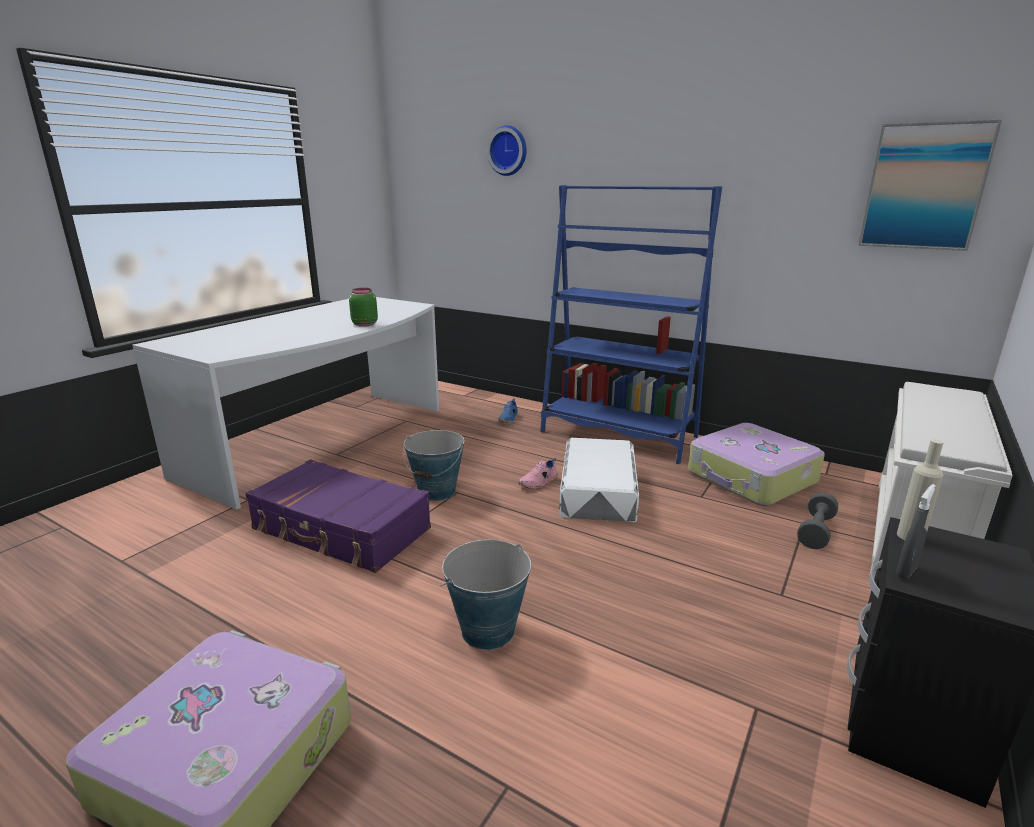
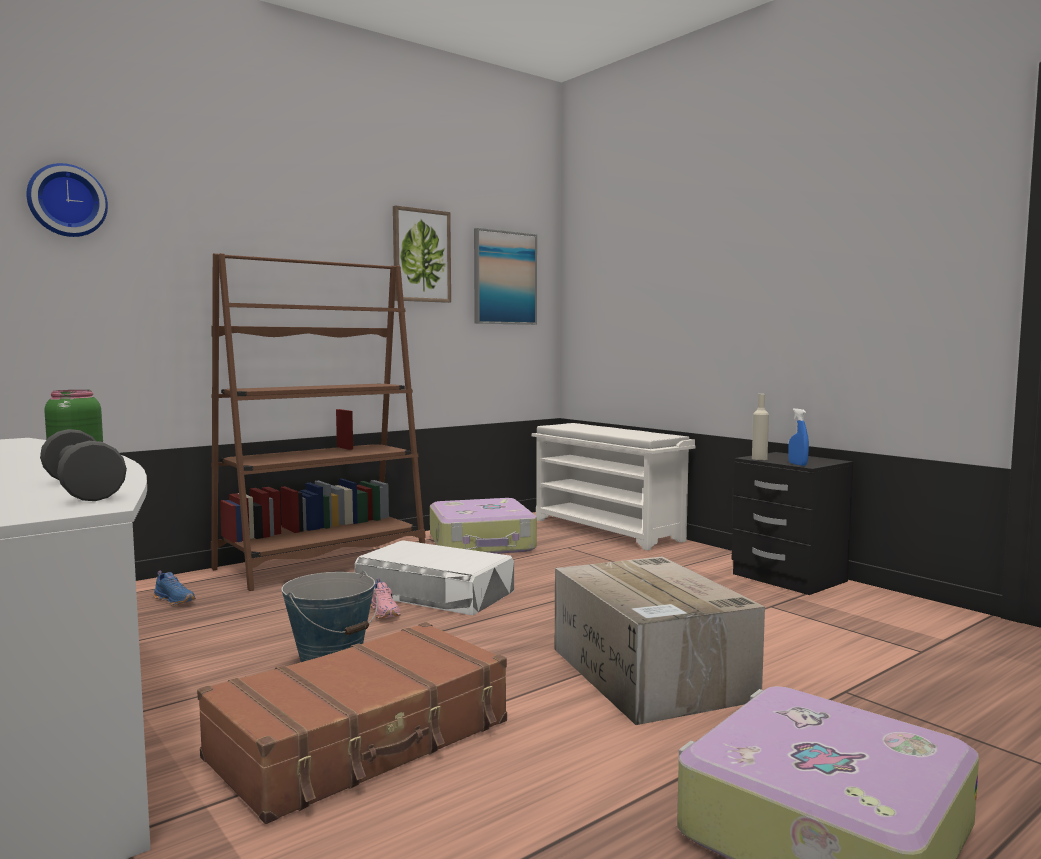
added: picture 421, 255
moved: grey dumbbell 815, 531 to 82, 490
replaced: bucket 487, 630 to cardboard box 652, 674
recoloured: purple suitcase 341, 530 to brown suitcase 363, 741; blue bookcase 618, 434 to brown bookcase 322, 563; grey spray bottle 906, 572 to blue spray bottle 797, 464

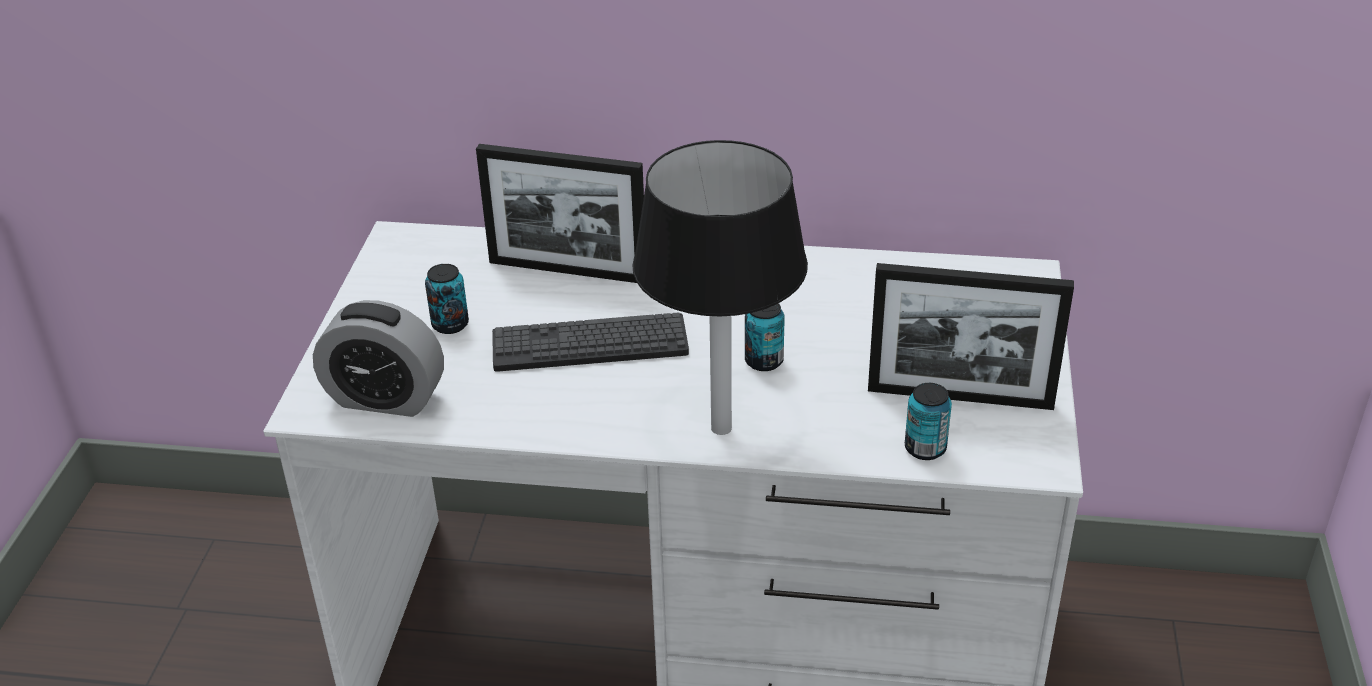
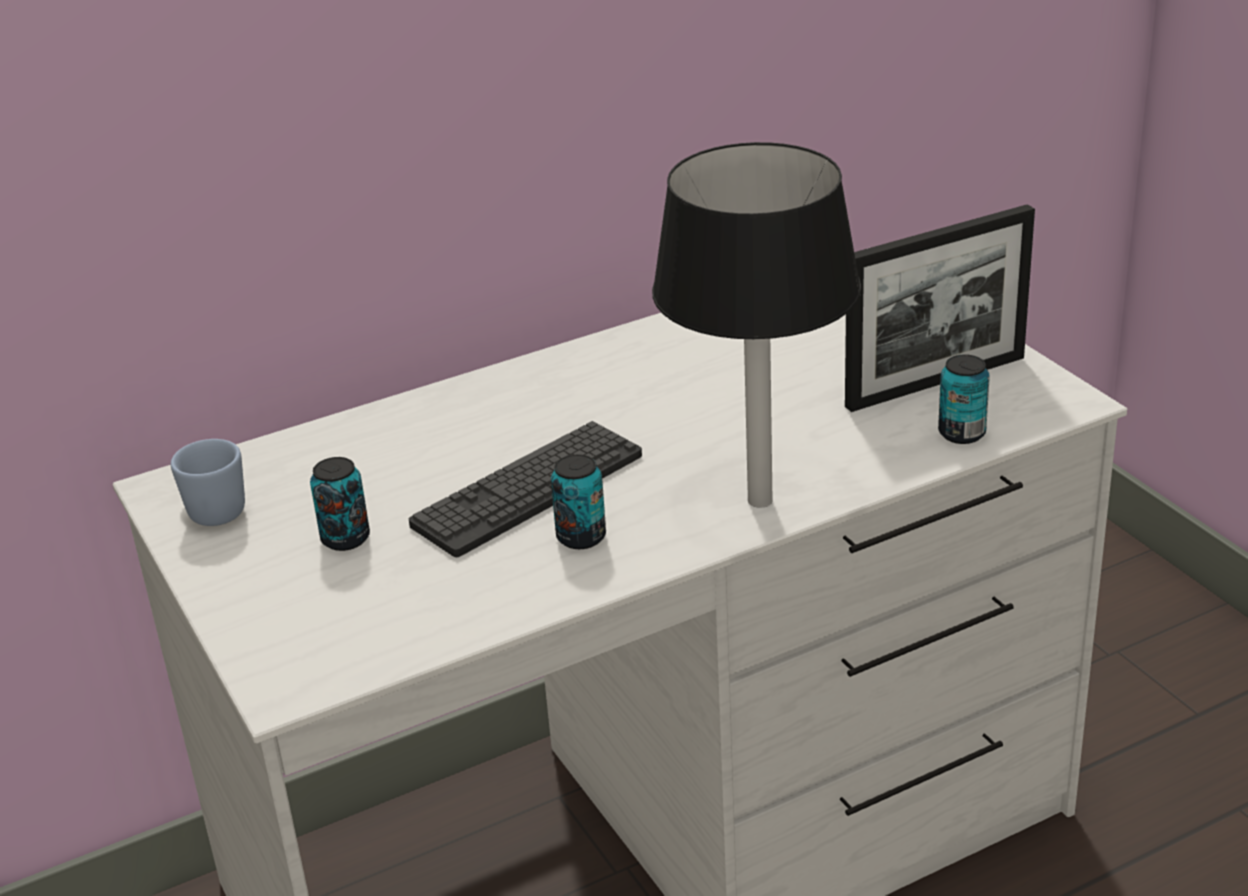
removed: alarm clock 385, 398; picture frame 567, 270
added: blue mug 211, 509
moved: can 764, 361 to 581, 537

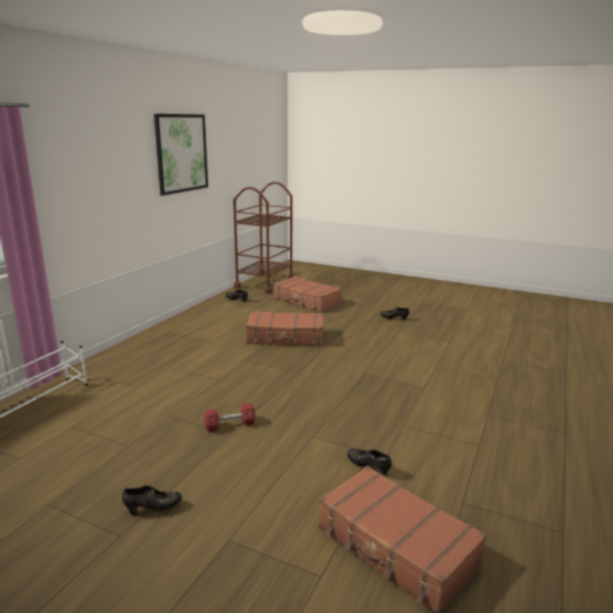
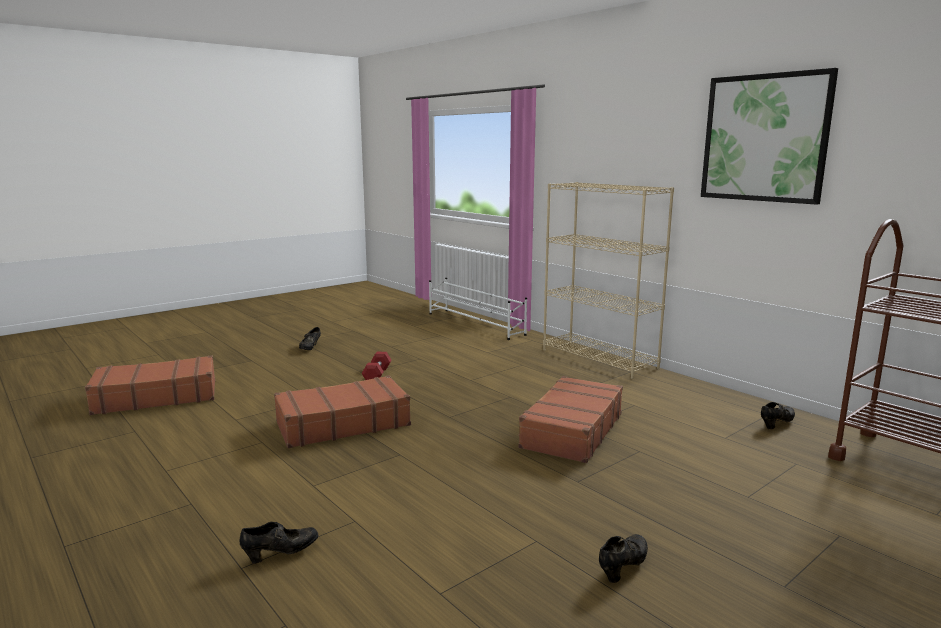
added: beige bookcase 599, 359
moved: brown suitcase 307, 301 to 342, 424; black shoe 368, 467 to 281, 553

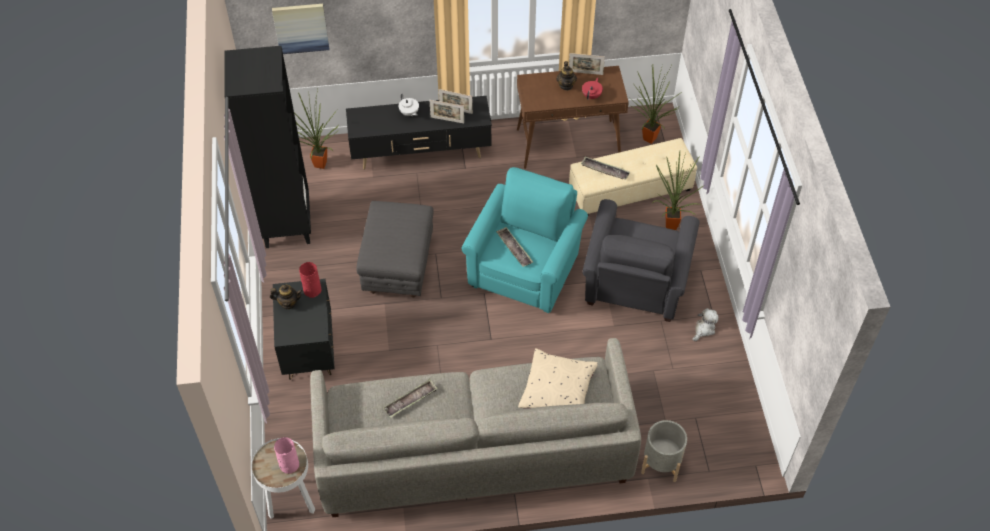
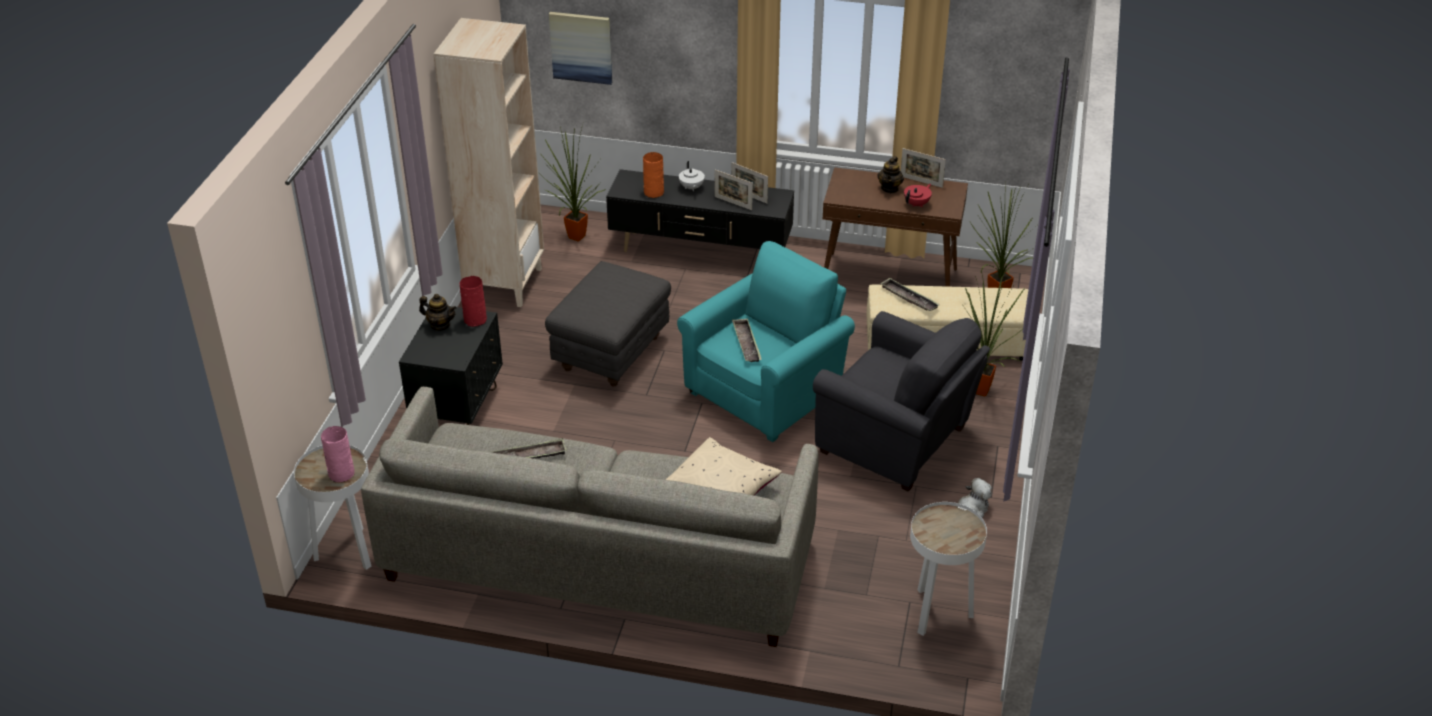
removed: grey planter 661, 462
added: orange vase 653, 192; white side table 937, 614
recoloured: black bookcase 286, 224 to beige bookcase 504, 283
turned: grey armchair 633, 288 = 897, 443 90 degrees counterclockwise

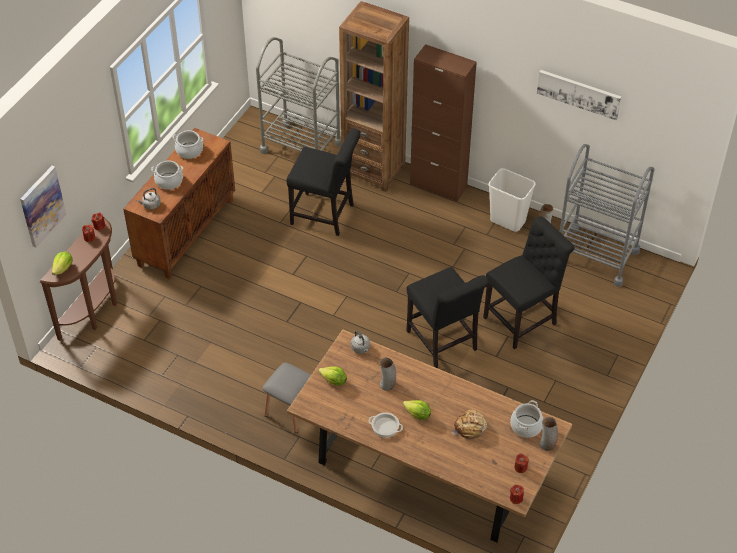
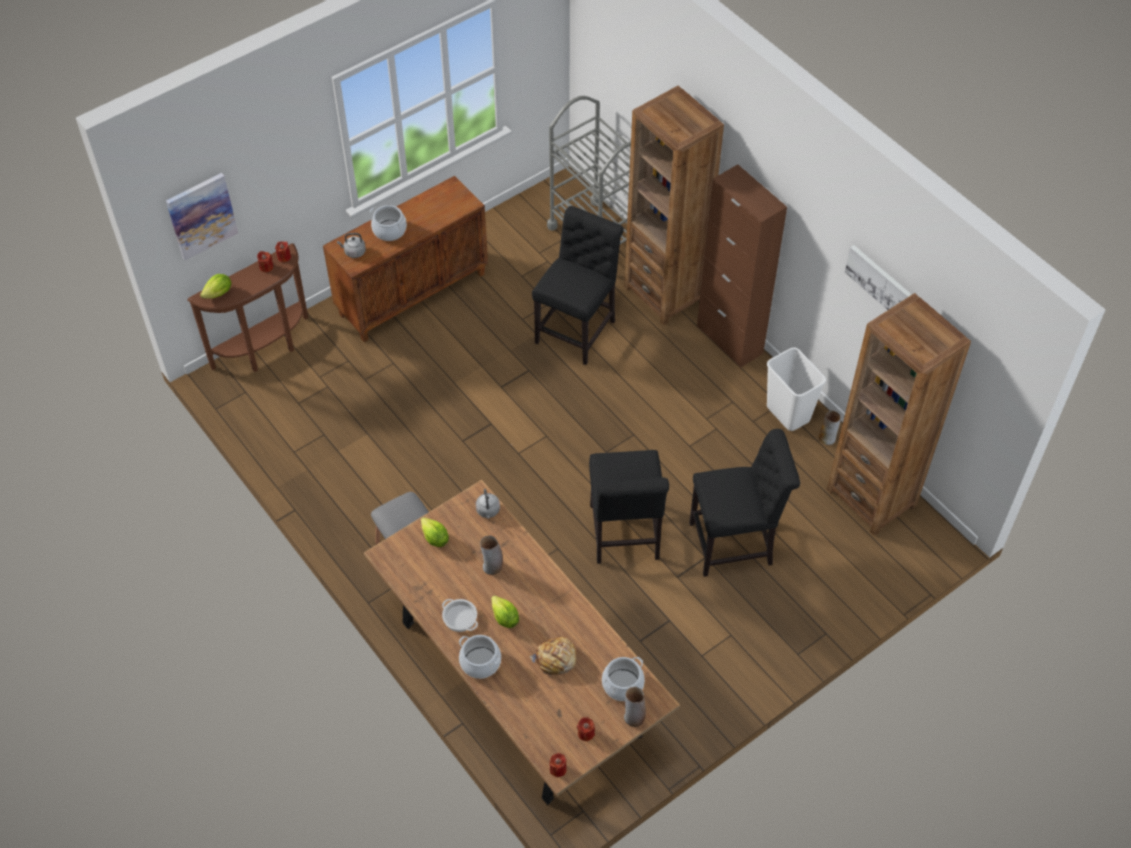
moved: cooking pot 189, 151 to 480, 662
replaced: grey cart 596, 256 to brown bookcase 871, 497
turned: black chair 325, 215 = 578, 329 105 degrees counterclockwise

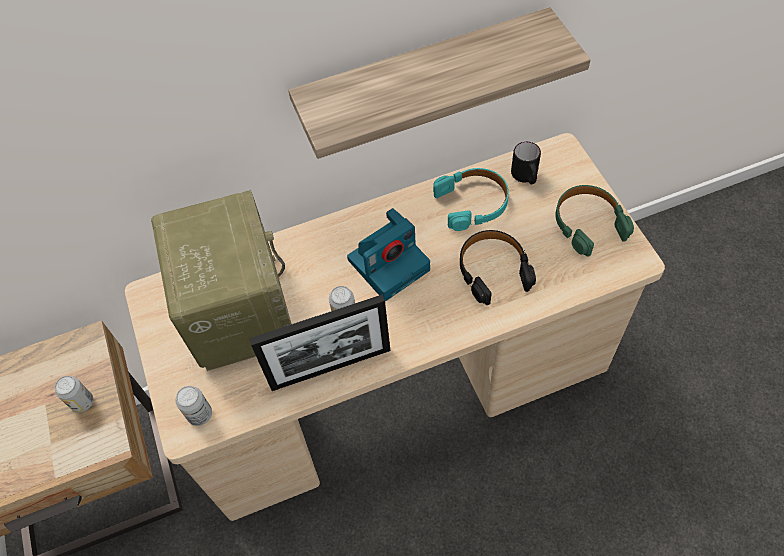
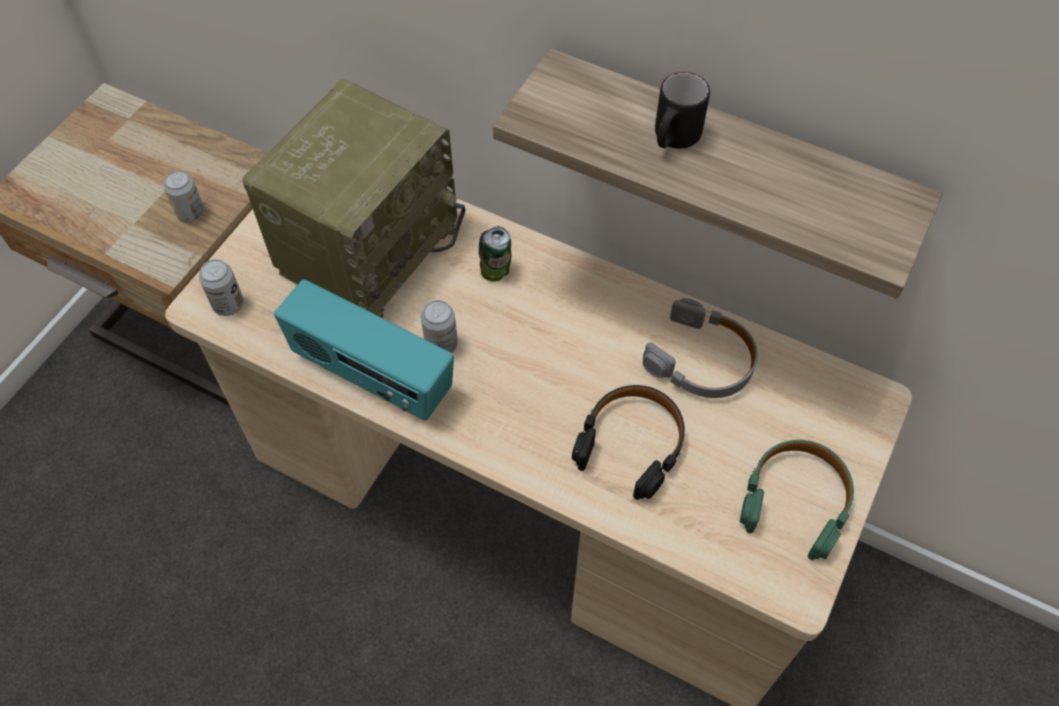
removed: photo camera 389, 263
added: can 496, 272
moved: black mug 525, 177 to 673, 139
replaced: picture frame 330, 367 to radio 371, 376
recoloured: turquoise headphones 473, 203 to grey headphones 702, 360

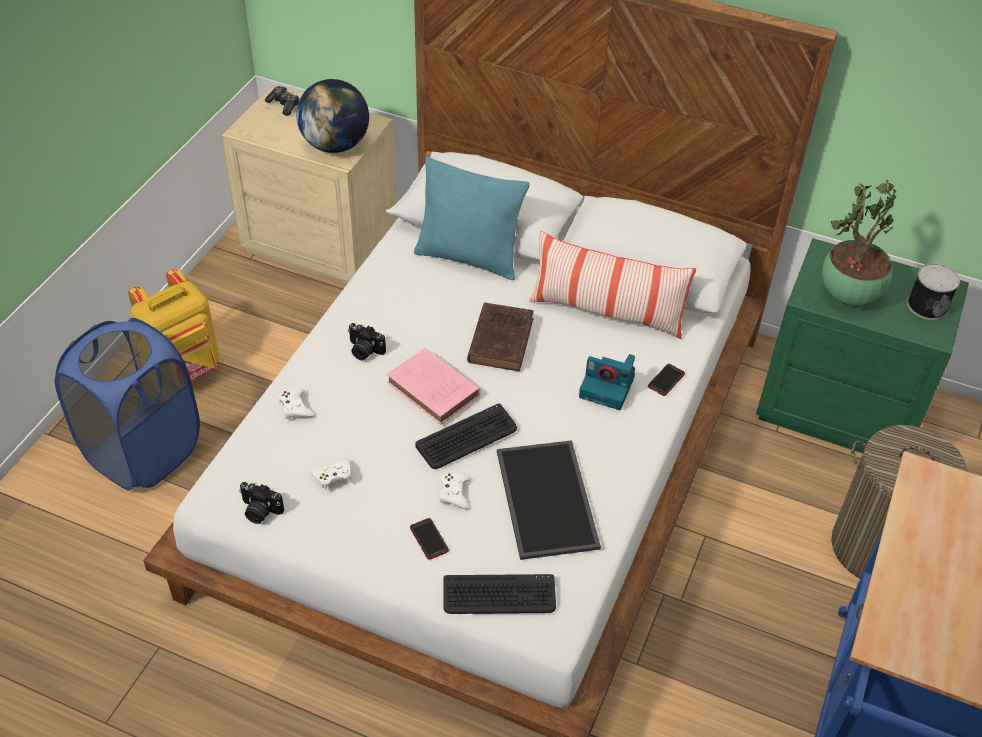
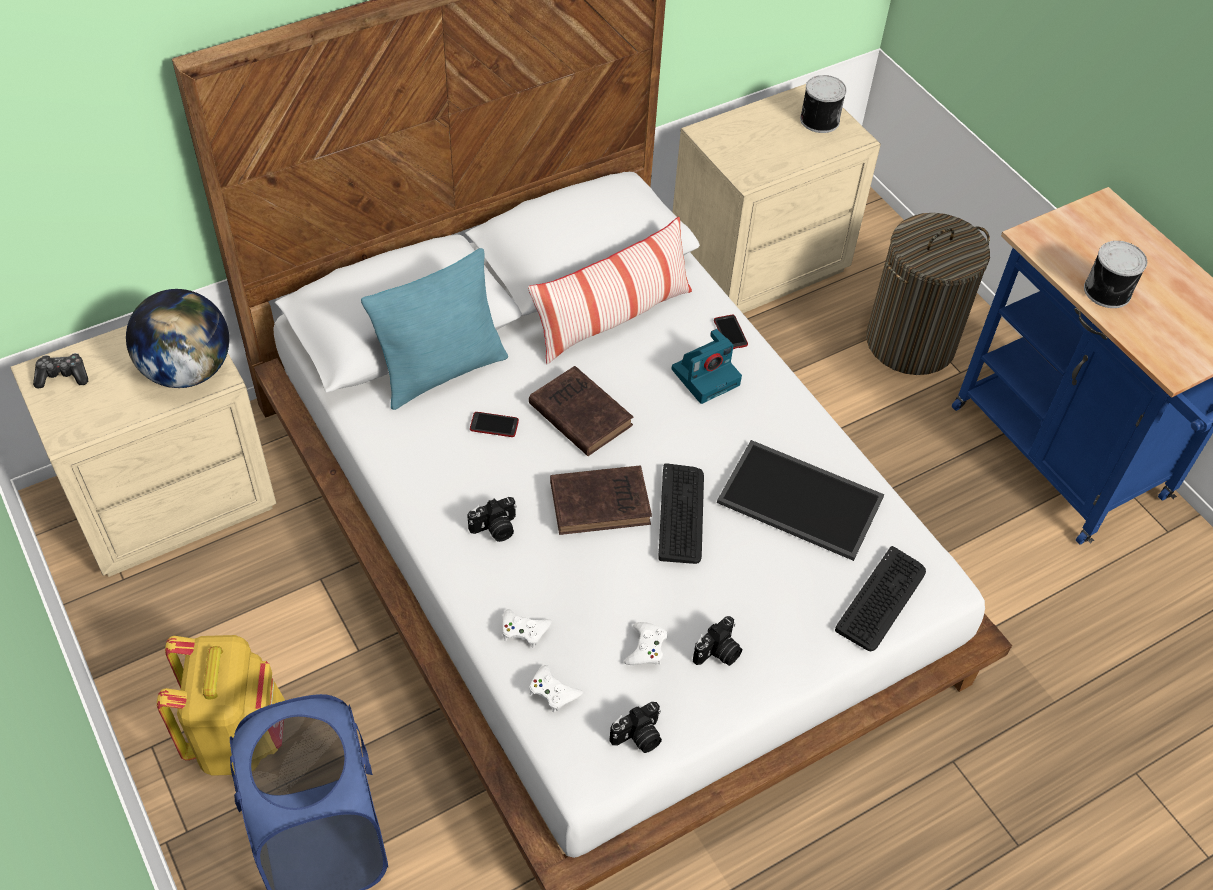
removed: potted plant 847, 296
added: photo camera 718, 653; can 1108, 291
moved: phone 429, 539 to 494, 425; white game controller 455, 493 to 553, 692
recoloured: pink book 435, 391 to brown book 603, 503; green nightstand 838, 408 to beige nightstand 756, 264

